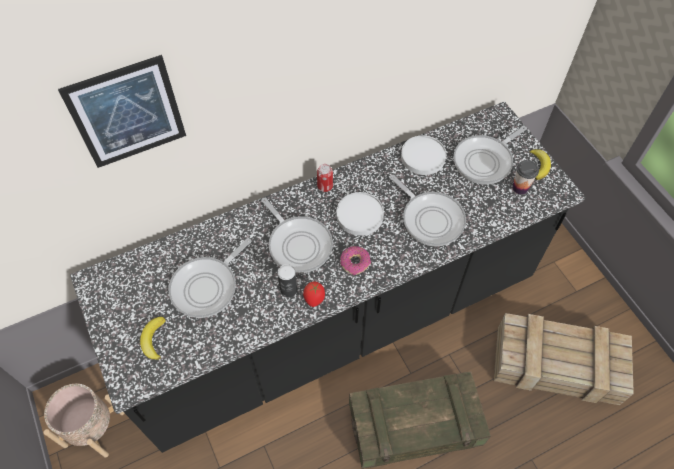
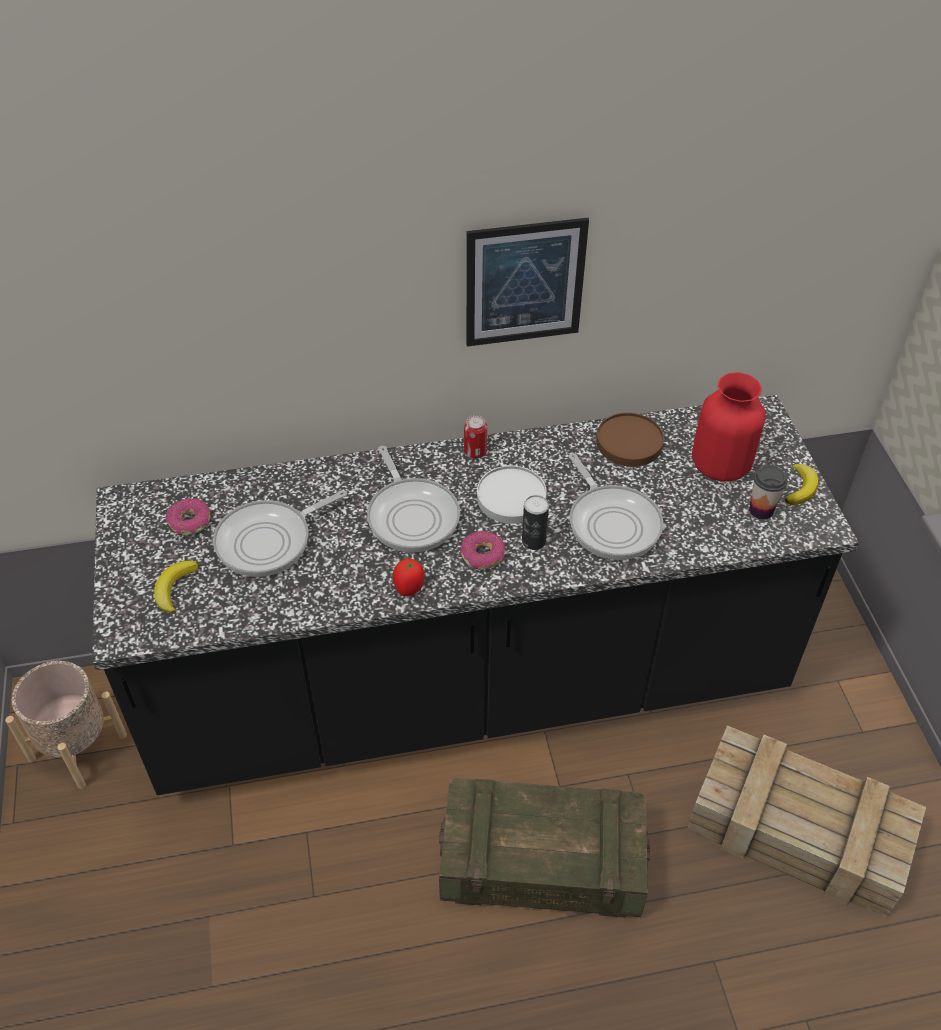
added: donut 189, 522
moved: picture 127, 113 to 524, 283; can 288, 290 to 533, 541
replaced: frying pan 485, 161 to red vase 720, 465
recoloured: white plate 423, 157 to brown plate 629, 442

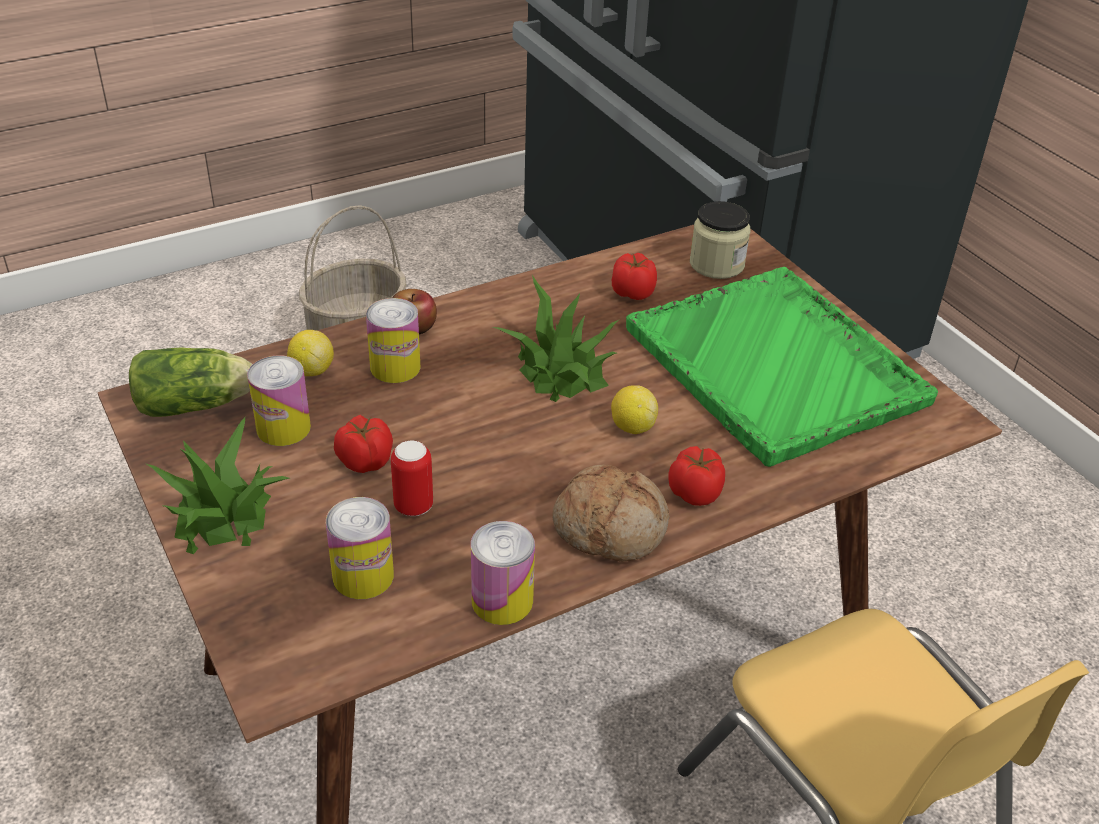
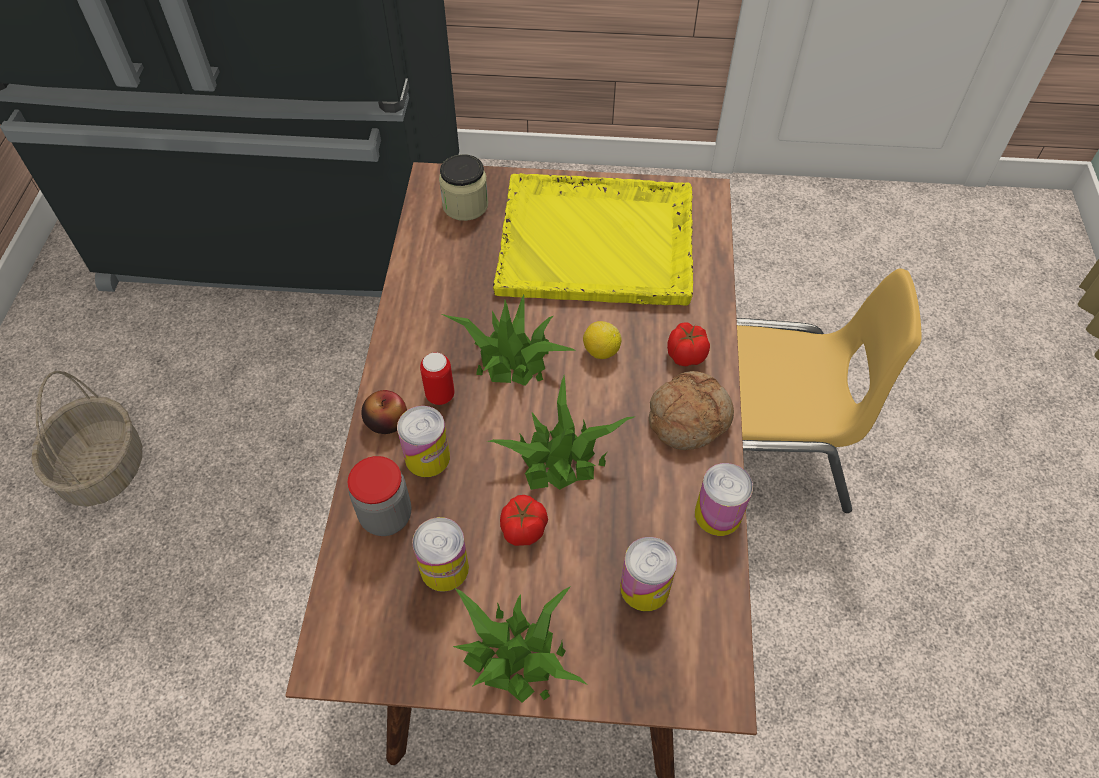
removed: lettuce 198, 405; tomato 633, 292
added: potted plant 561, 457
moved: can 413, 506 to 440, 395
replaced: lemon 312, 370 to jar 386, 516
recoloured: green tray 776, 367 to yellow tray 598, 242

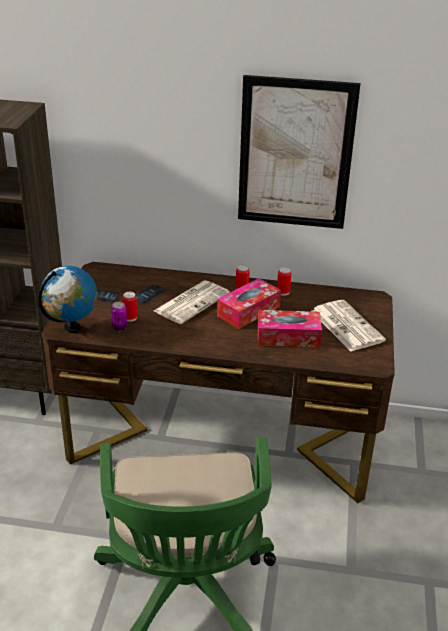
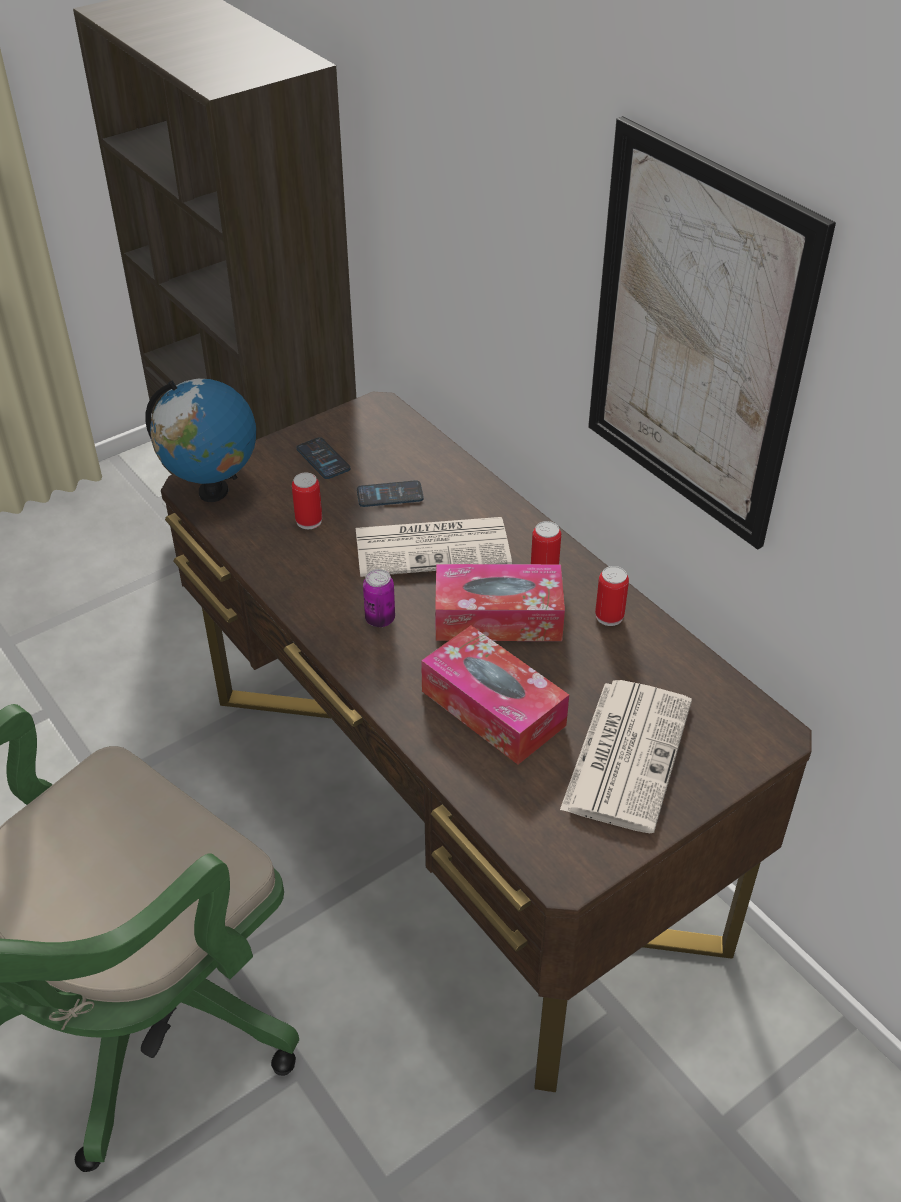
moved: can 119, 328 to 380, 619

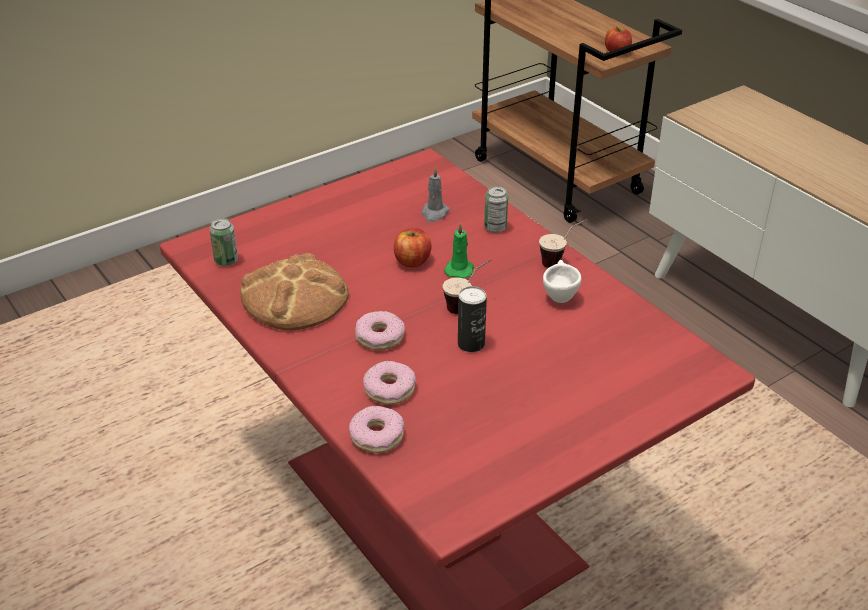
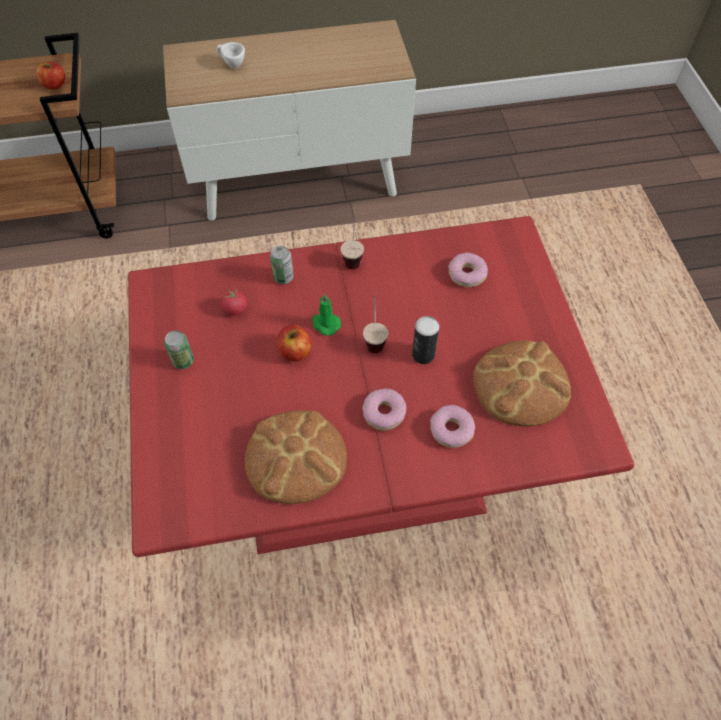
added: bread 521, 385
moved: can 226, 261 to 183, 361; donut 377, 436 to 467, 274; white cup 559, 295 to 231, 65
replaced: grey candle 434, 213 to tomato 236, 309

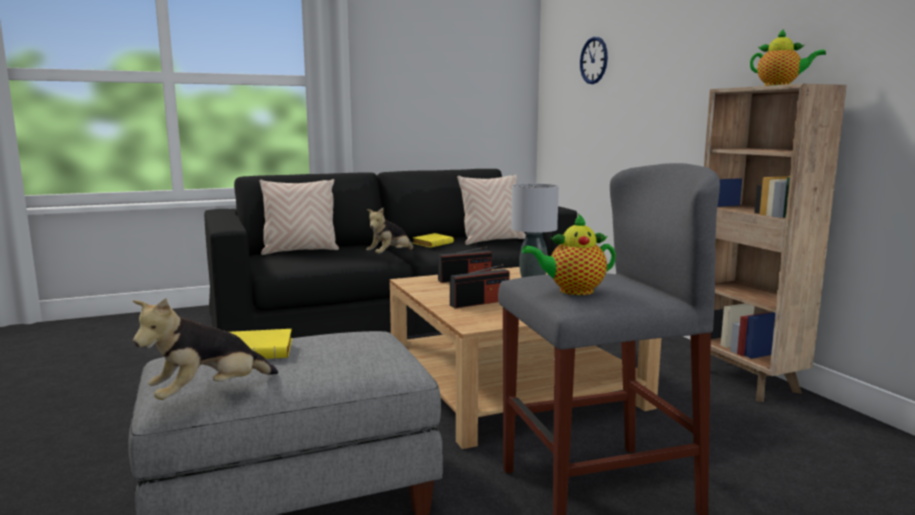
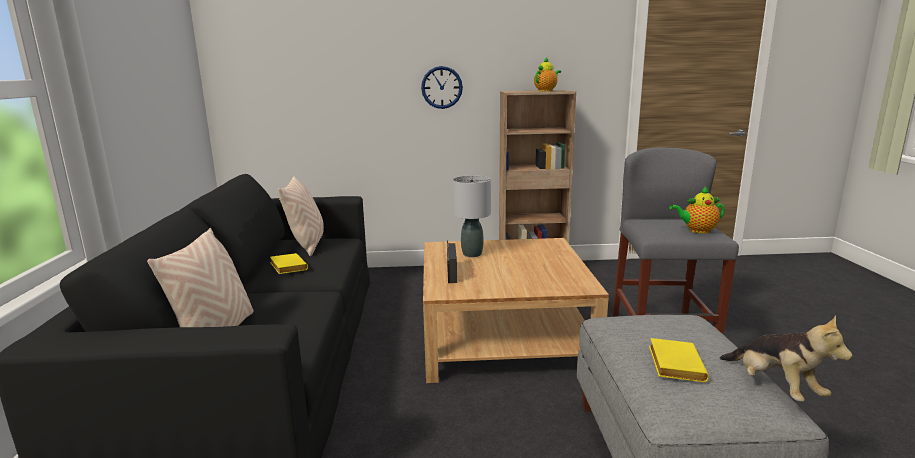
removed: plush toy 390, 256; radio 480, 303
moved: wall clock 594, 60 to 441, 87
turned: teapot 572, 291 = 697, 230 75 degrees clockwise

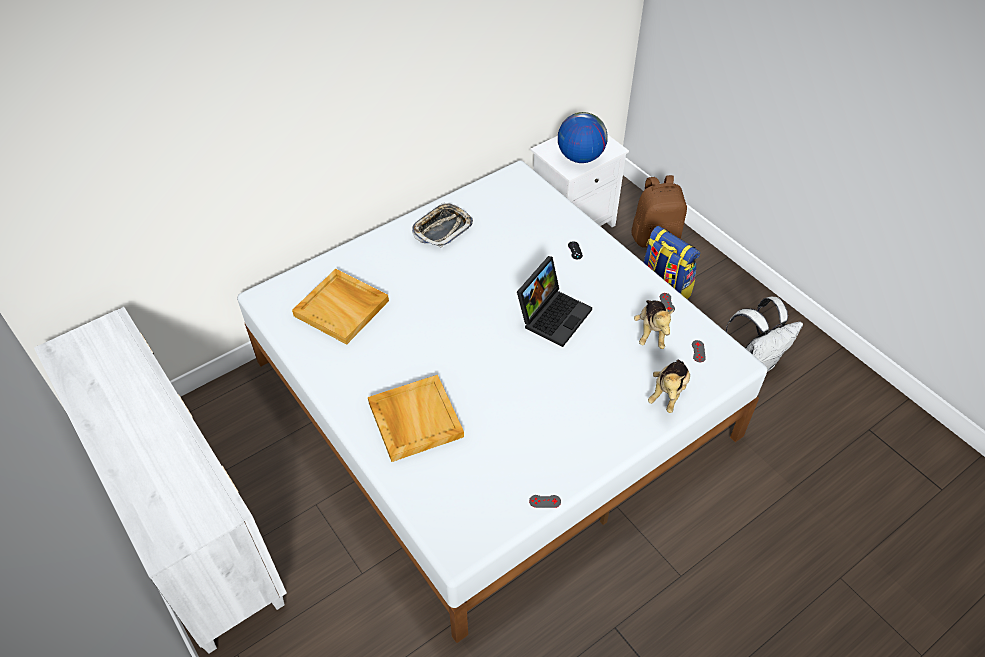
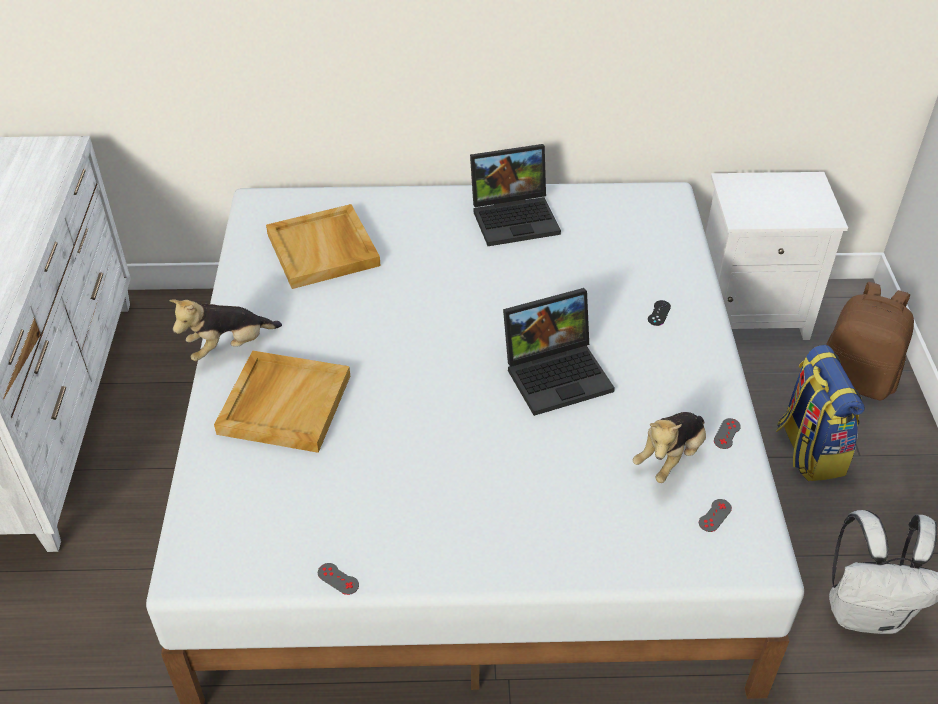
removed: globe 580, 157
moved: plush toy 668, 393 to 229, 347
replaced: tray 442, 228 to laptop 516, 217

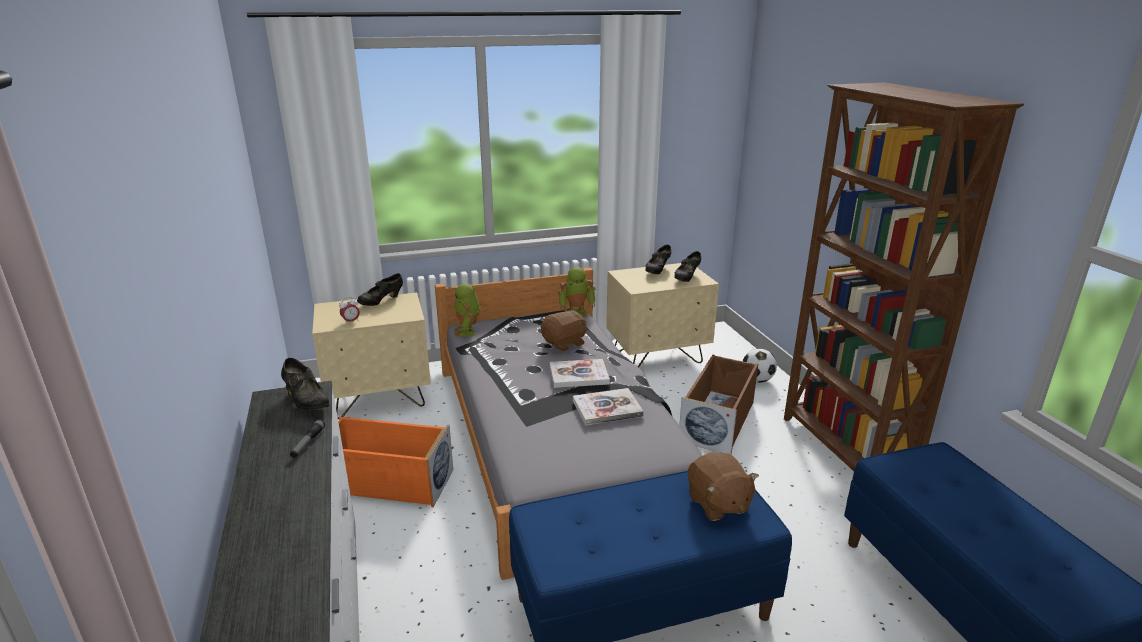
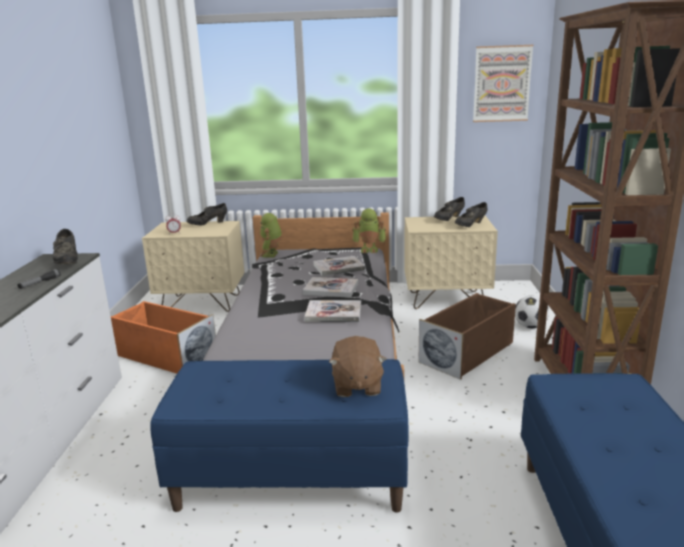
added: picture 502, 84
replaced: brown plush toy 565, 343 to book 338, 267

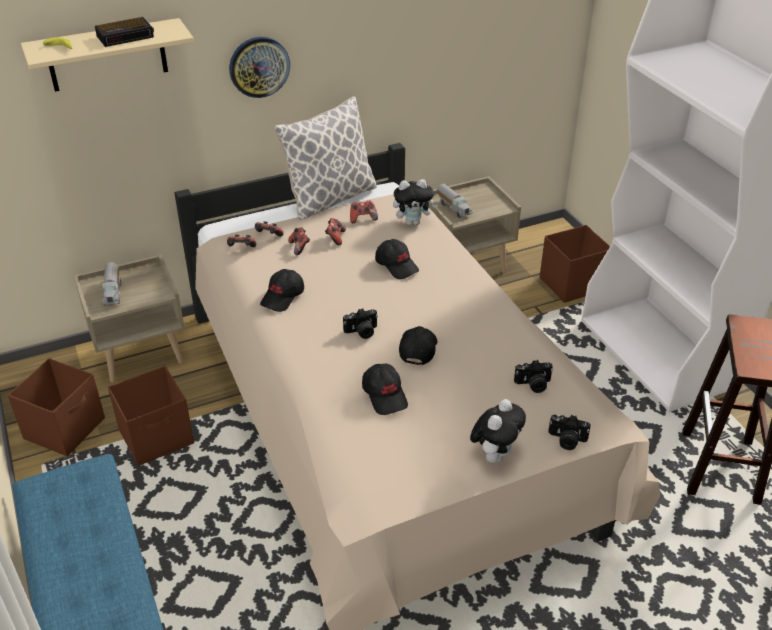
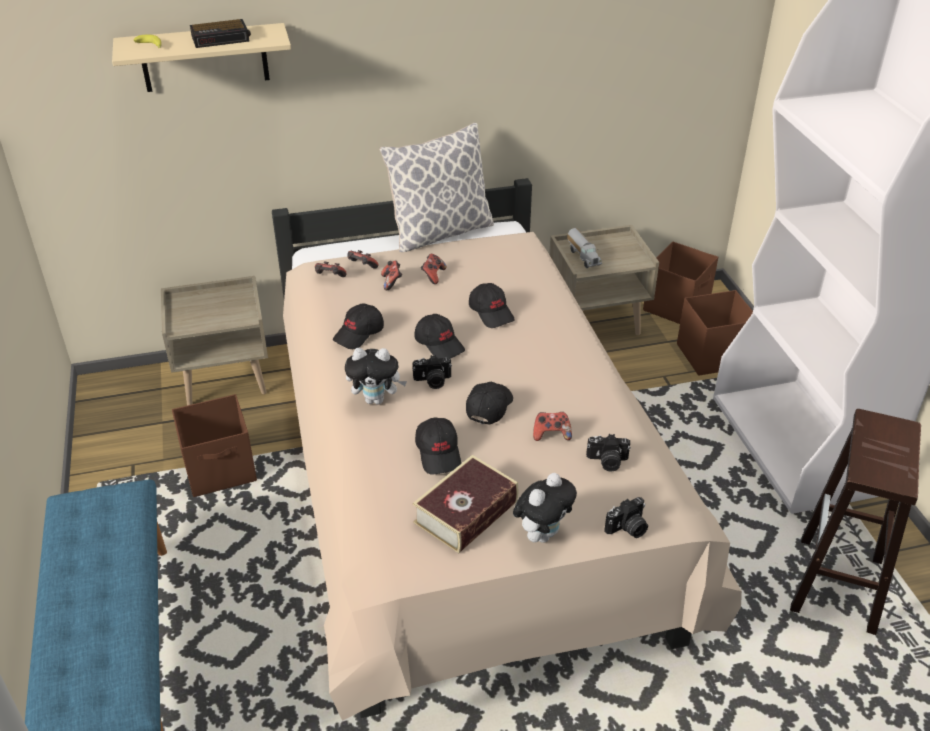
removed: toy truck 113, 292; wall clock 259, 66
added: book 466, 512; black cap 439, 344
moved: brown storage box 66, 428 to 677, 306; game controller 363, 218 to 551, 434; plush toy 413, 222 to 376, 399
turned: photo camera 566, 440 = 628, 529 60 degrees counterclockwise

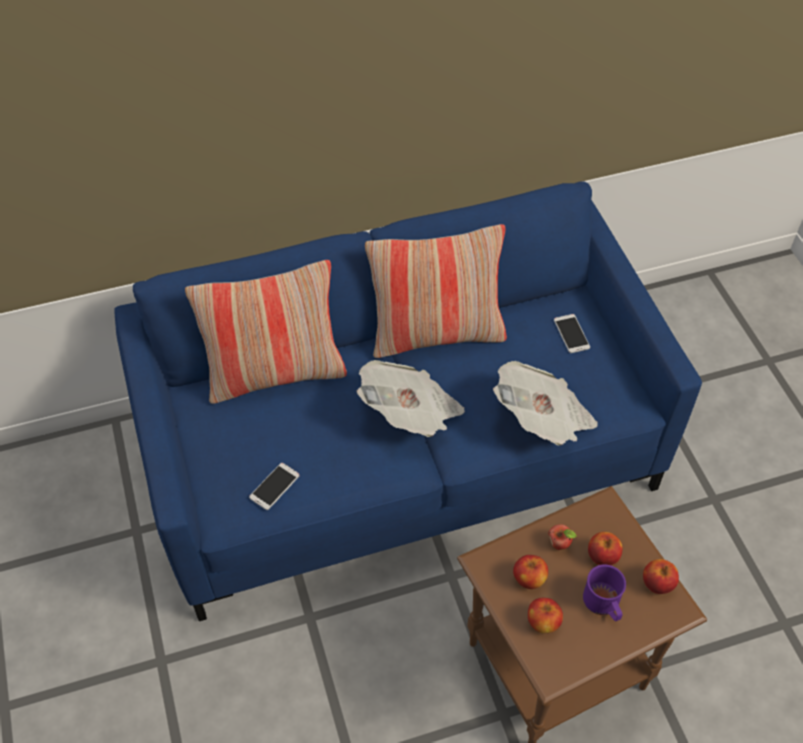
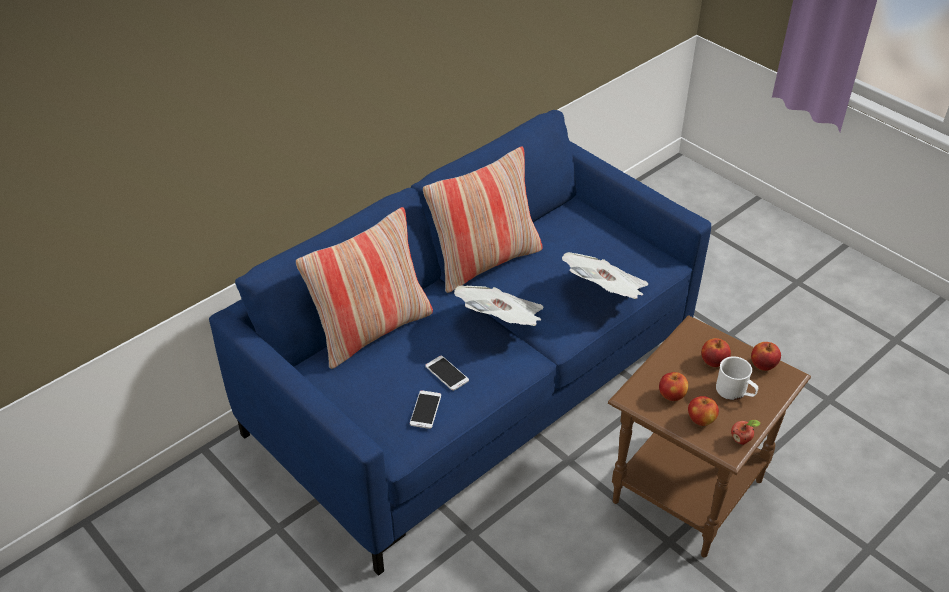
moved: apple 560, 544 to 741, 440; phone 571, 334 to 447, 373
recoloured: purple mug 604, 604 to white mug 735, 392

